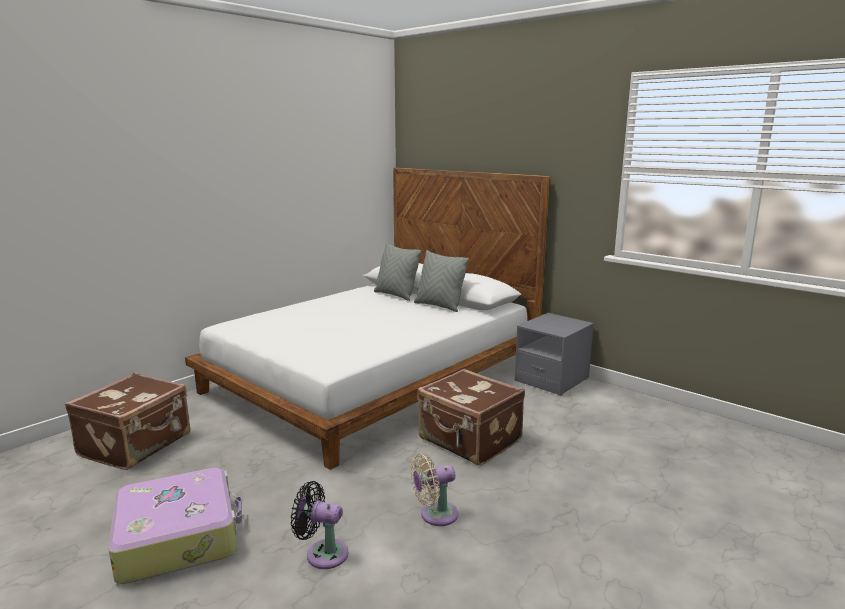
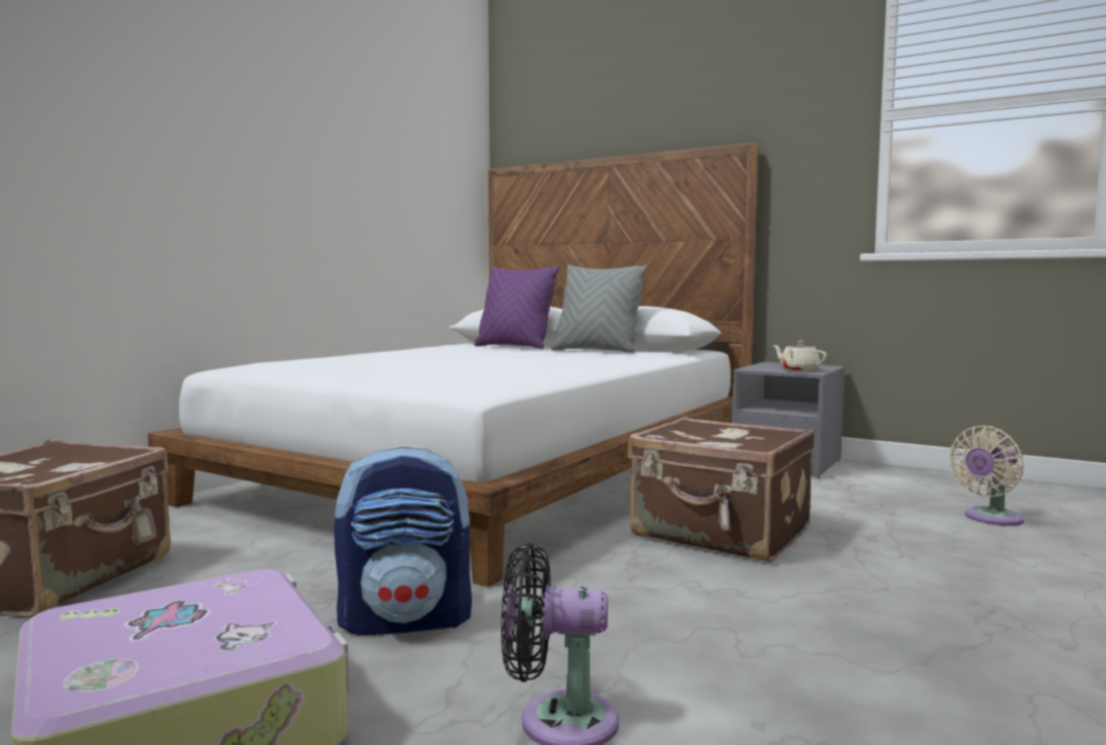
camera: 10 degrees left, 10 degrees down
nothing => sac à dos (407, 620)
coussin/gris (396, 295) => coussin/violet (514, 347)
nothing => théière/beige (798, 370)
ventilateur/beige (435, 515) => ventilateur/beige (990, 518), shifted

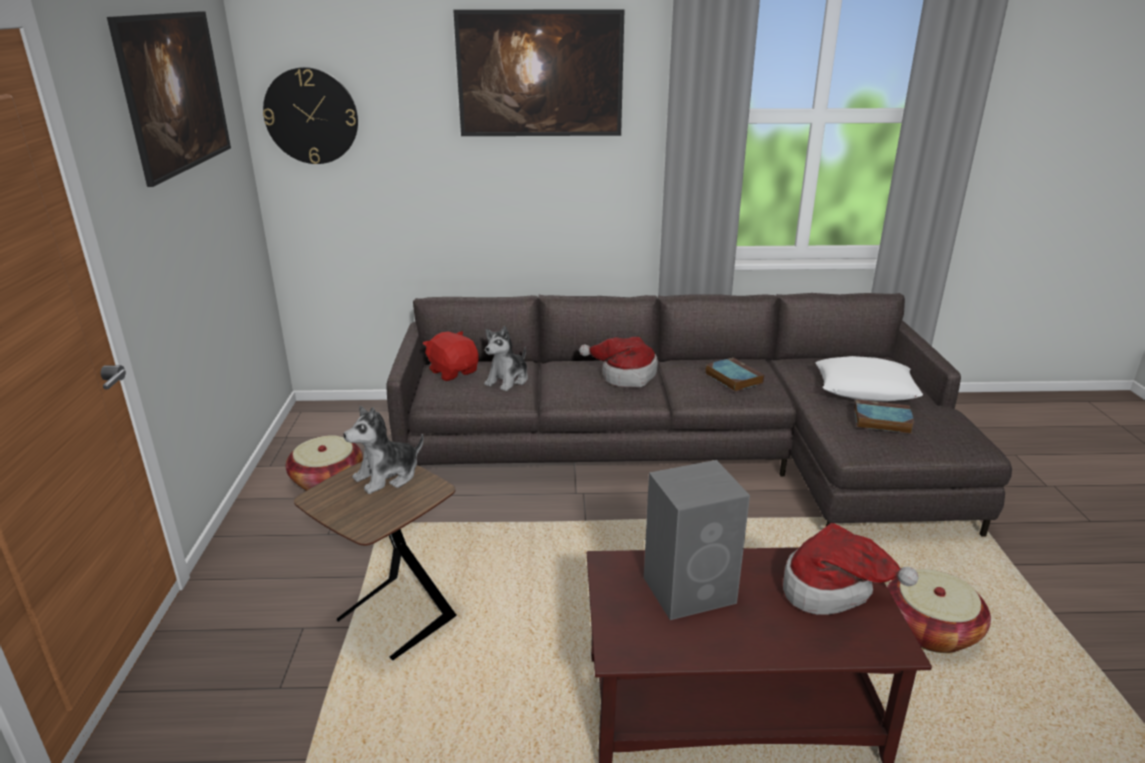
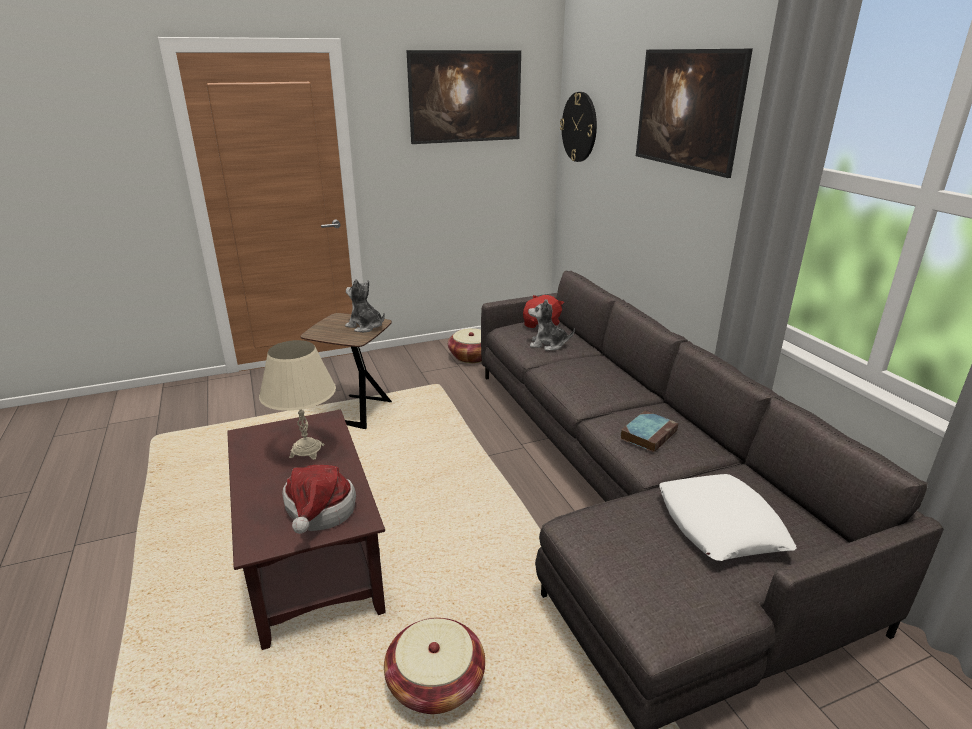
camera: 70 degrees right, 0 degrees up
enceinte/gris (691, 589) => lampe de table/beige (307, 451)
chapeau (624, 375) => nothing
livre (881, 421) => nothing

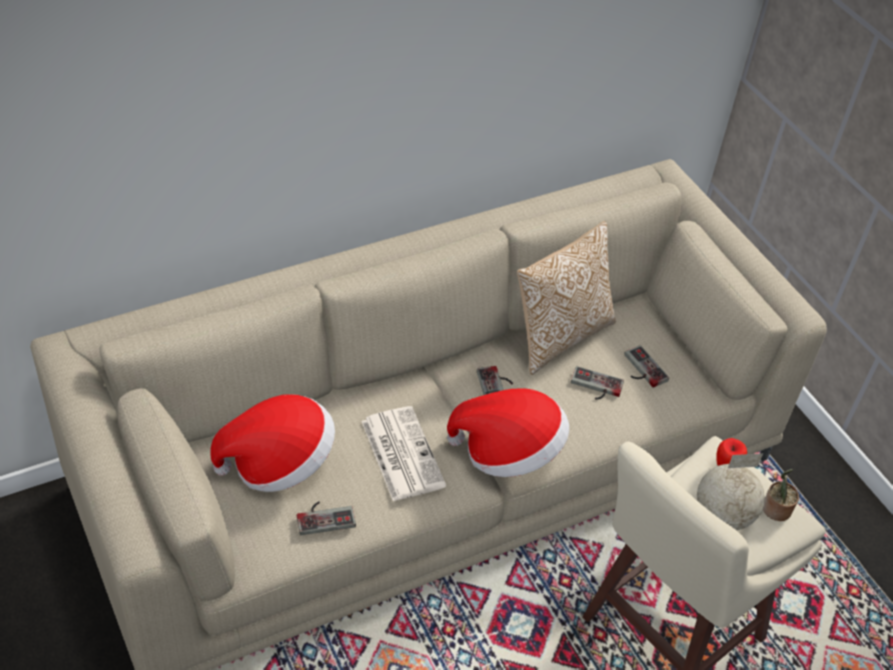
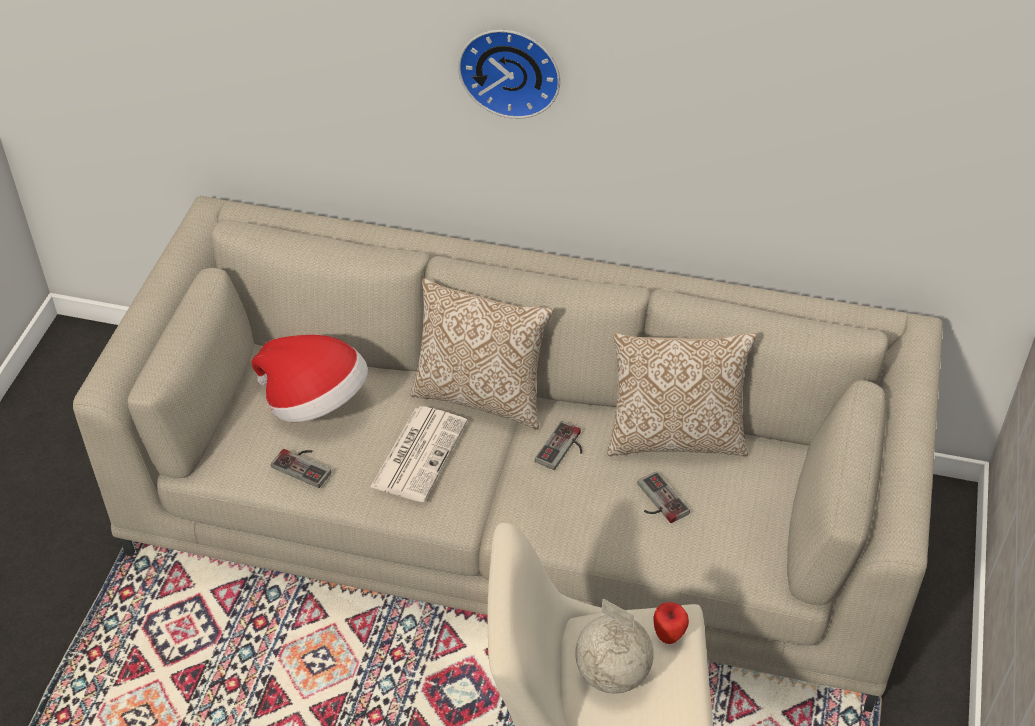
camera: 45 degrees right, 0 degrees up
nothing => coussin (481, 396)
nothing => horloge murale (511, 69)
chapeau (508, 452) => nothing
manette (641, 369) => nothing
plante en pot (775, 510) => nothing

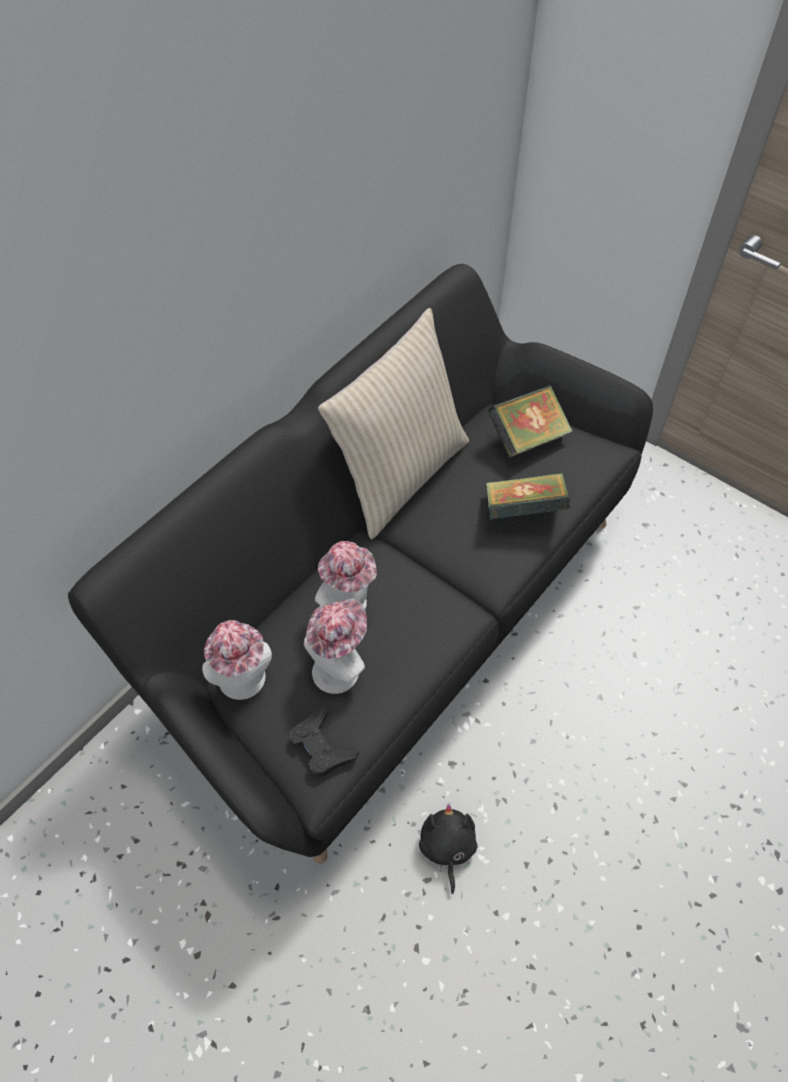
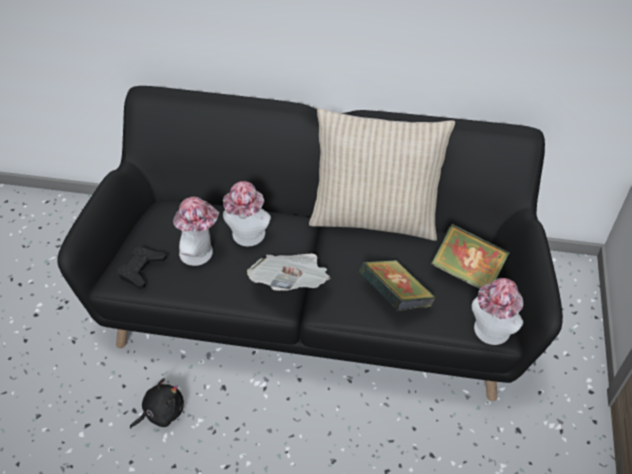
camera: 60 degrees right, 5 degrees down
nothing => journal (291, 283)
chapeau (244, 683) => chapeau (490, 333), shifted

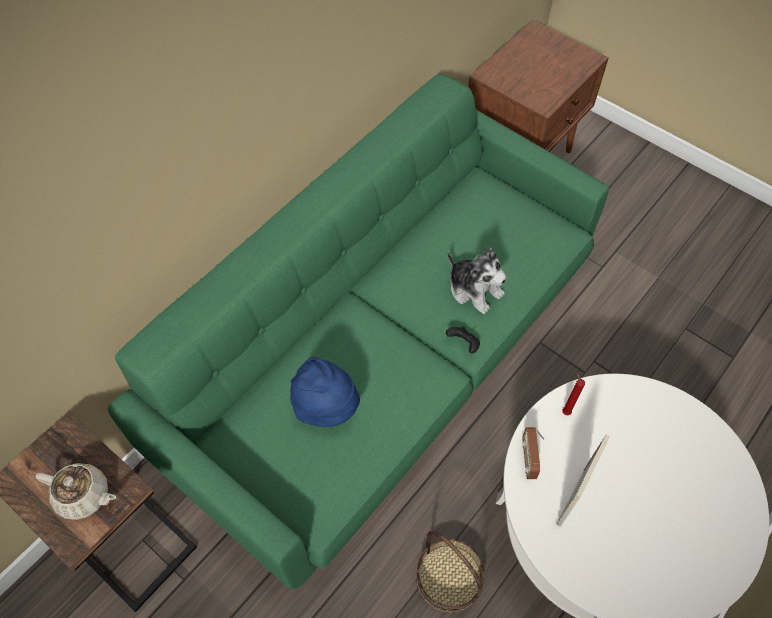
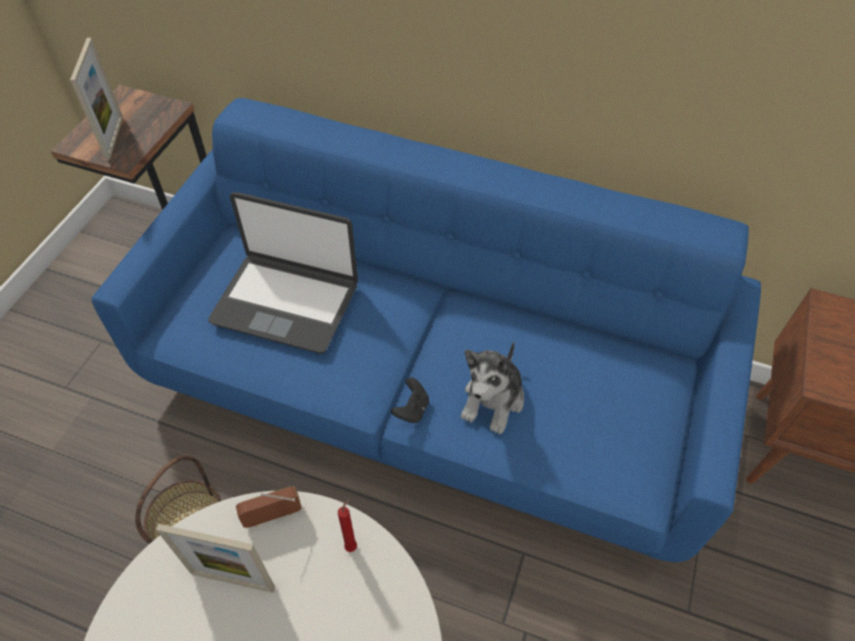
camera: 70 degrees right, 5 degrees down
théière/beige (84, 496) => cadre photo (114, 137)
canapé/vert (385, 360) => canapé/bleu (428, 389)
chapeau/bleu (326, 406) => ordinateur portable (286, 302)

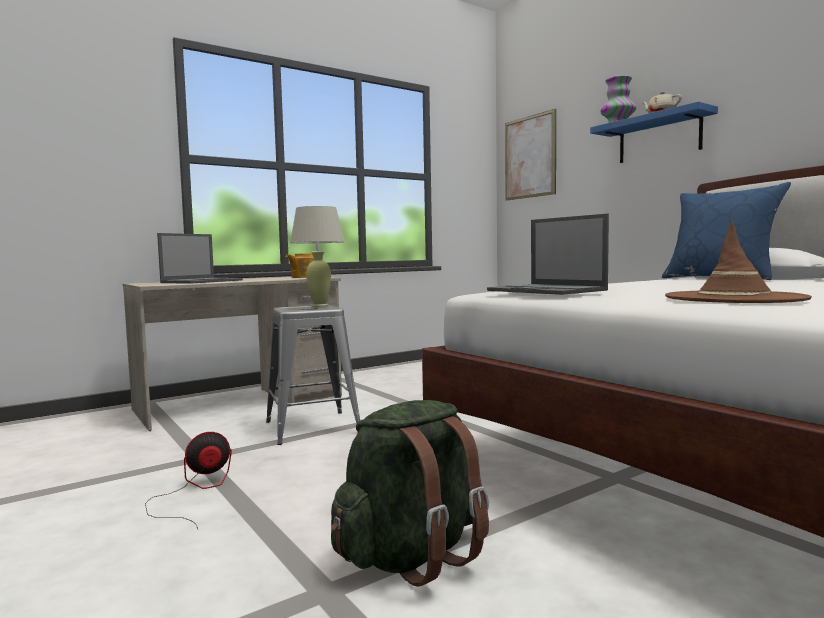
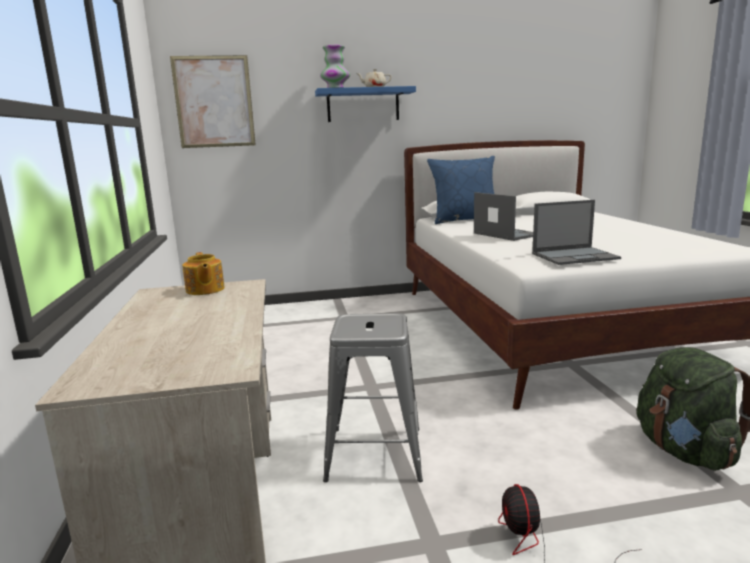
camera: 65 degrees left, 10 degrees up
ordinateur portable (203, 281) => ordinateur portable (505, 234), shifted
lampe de table/beige (320, 305) => nothing
chapeau/marron (734, 298) => nothing

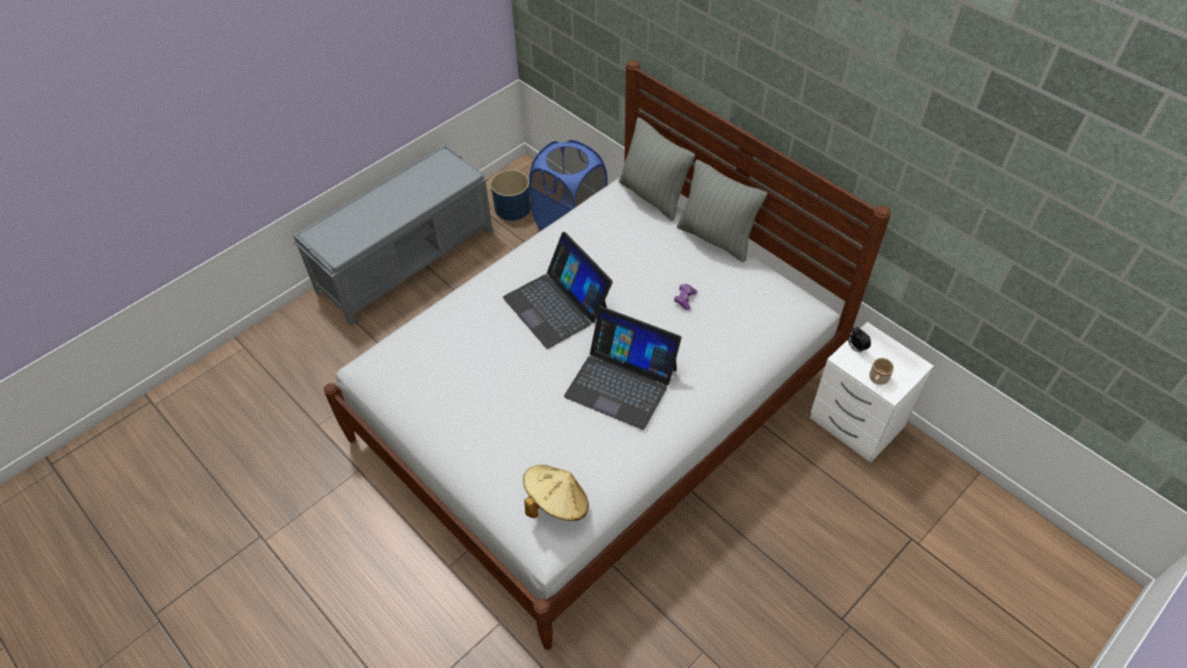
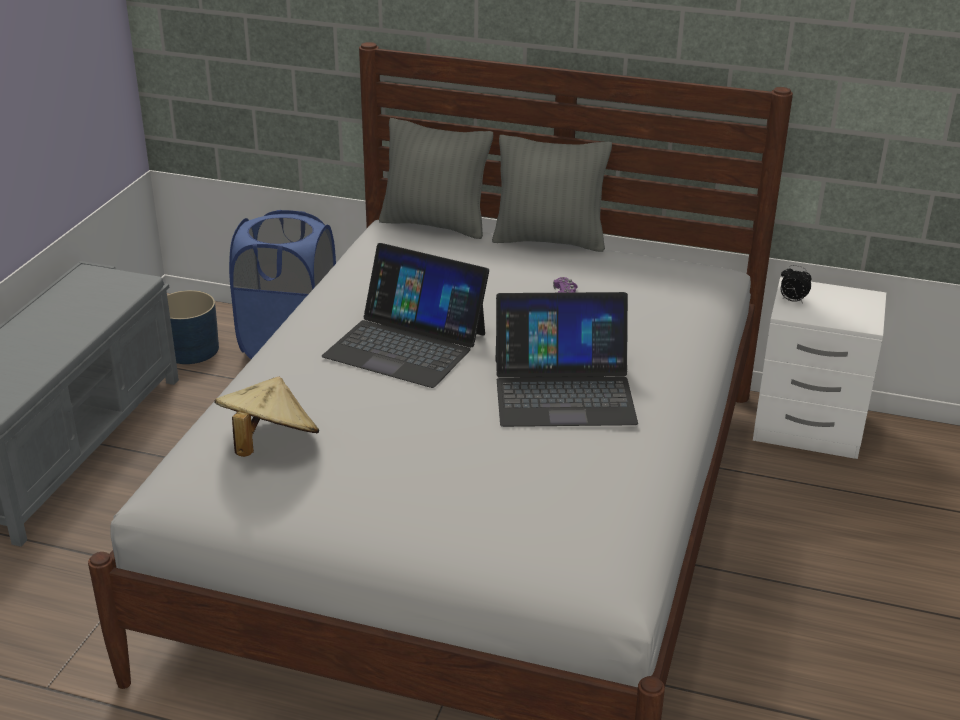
camera: 30 degrees left, 20 degrees down
chapeau/beige (556, 503) => chapeau/beige (268, 444), shifted
mug/beige (877, 380) => nothing

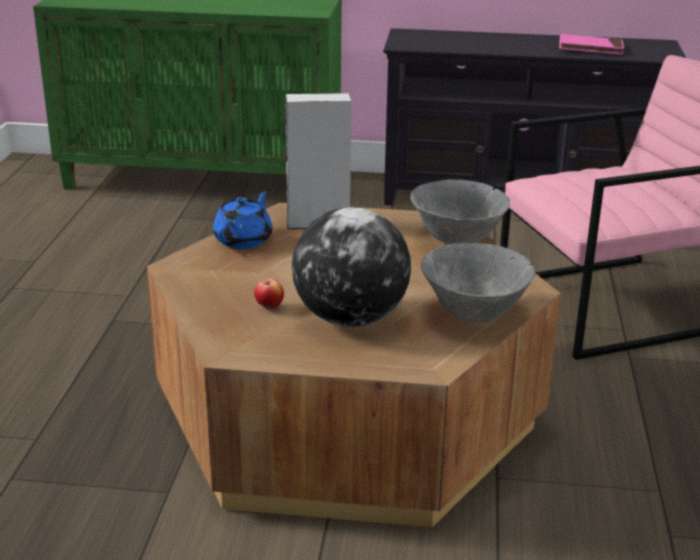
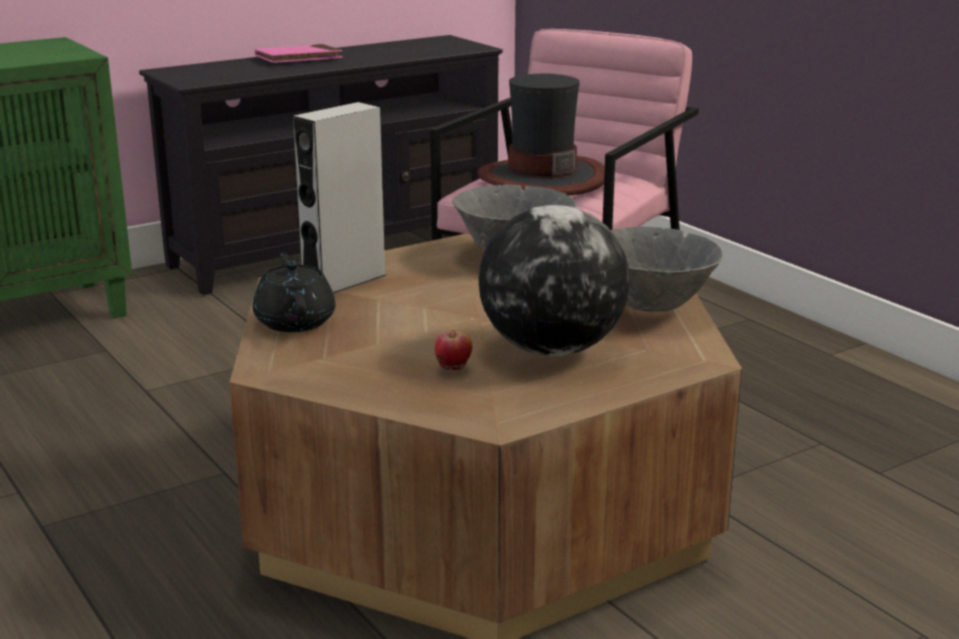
camera: 40 degrees left, 5 degrees down
théière/bleu (244, 240) => théière/noir (295, 321)
livre/rose (590, 48) => livre/rose (298, 58), shifted
nothing => chapeau (541, 178)

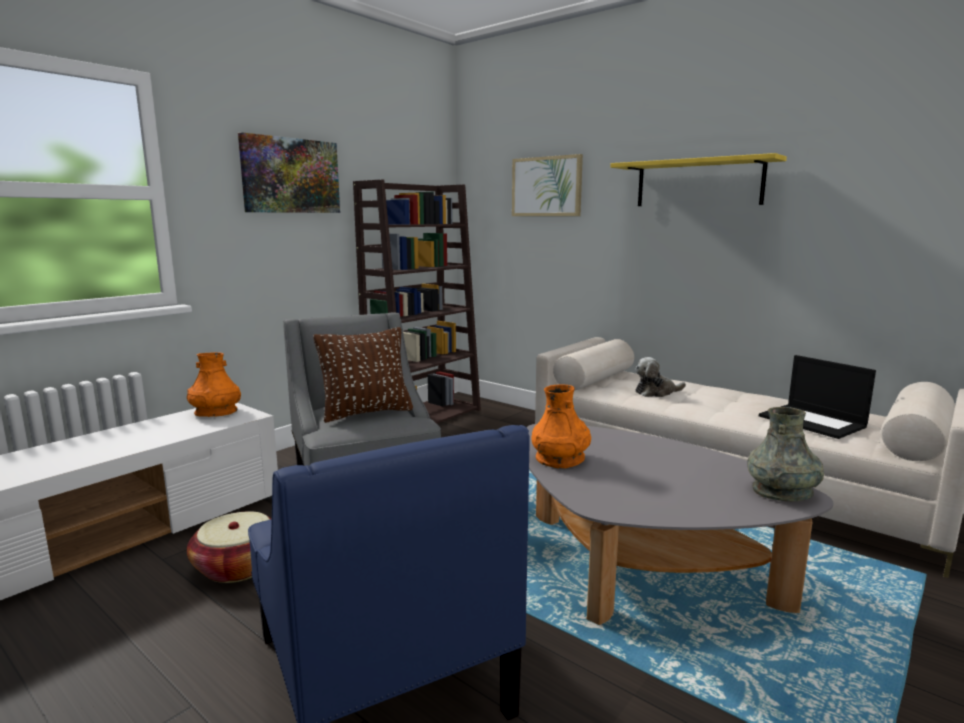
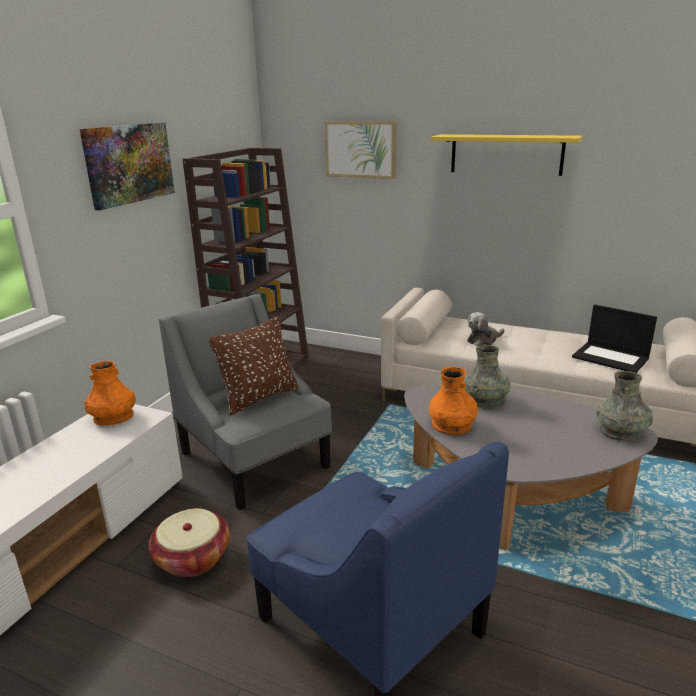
camera: 15 degrees left, 10 degrees up
nothing => vase/gris (486, 400)

